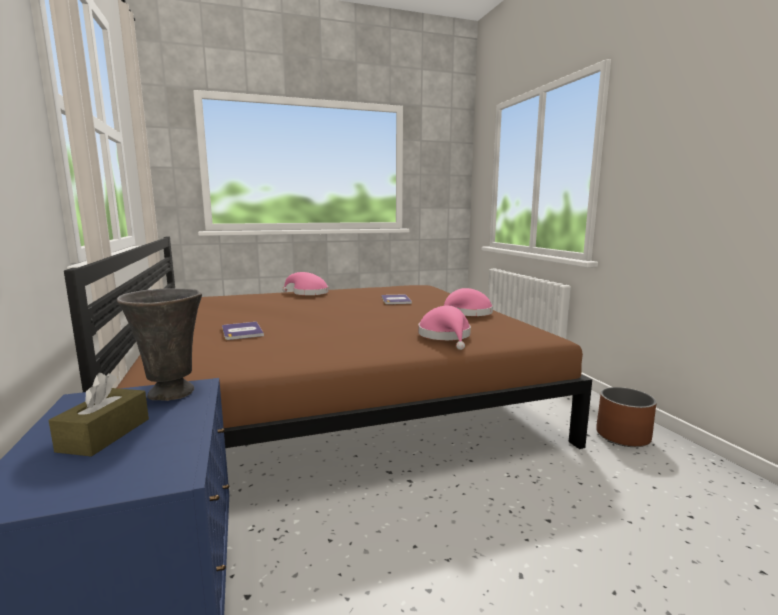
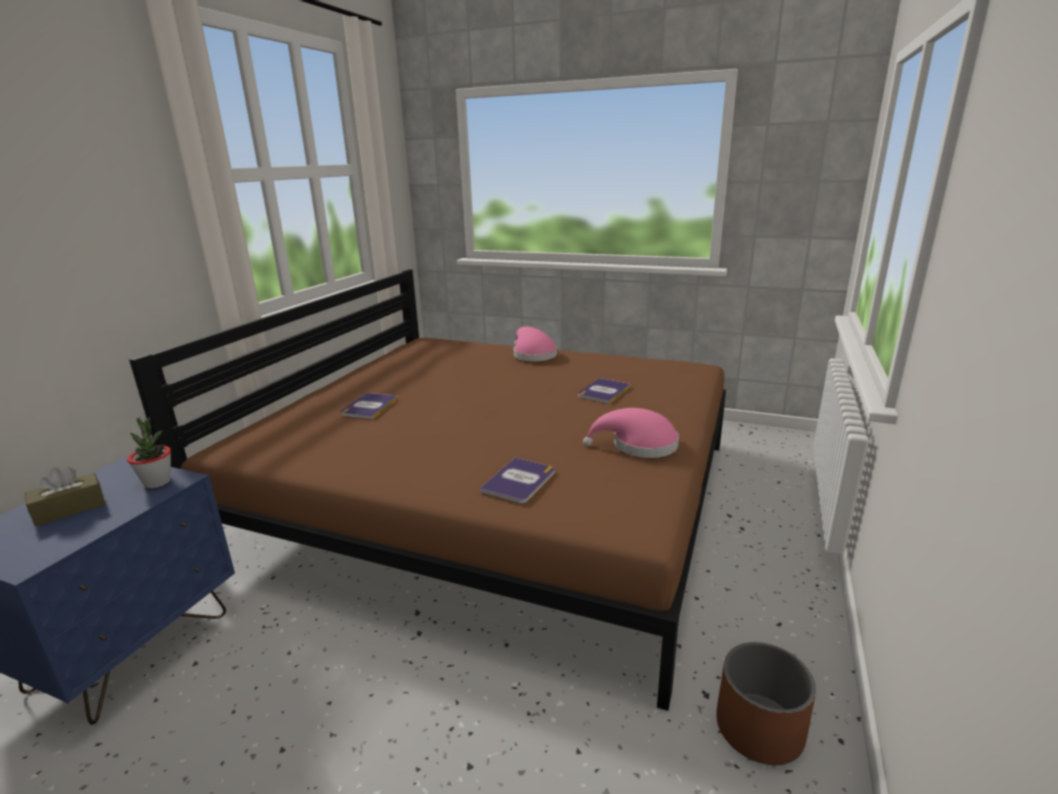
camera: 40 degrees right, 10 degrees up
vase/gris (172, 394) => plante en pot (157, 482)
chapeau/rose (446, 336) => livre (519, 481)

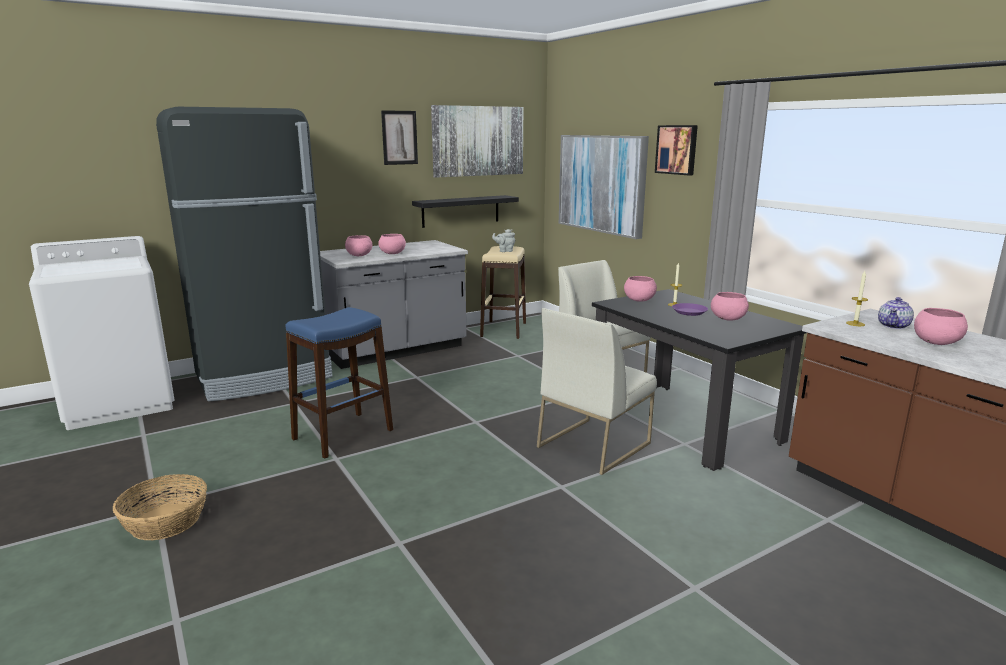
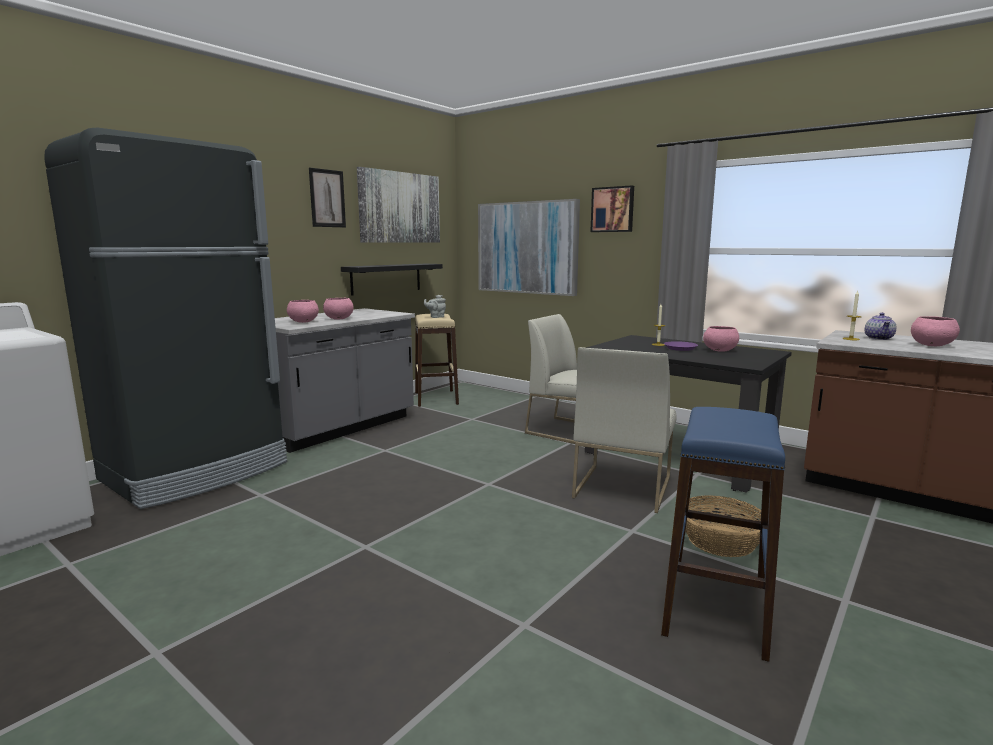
camera: 20 degrees left, 5 degrees down
tabouret/bleu (343, 435) => tabouret/bleu (716, 608), shifted
panier (165, 522) => panier (721, 541), shifted
bol/rose (639, 300) => nothing

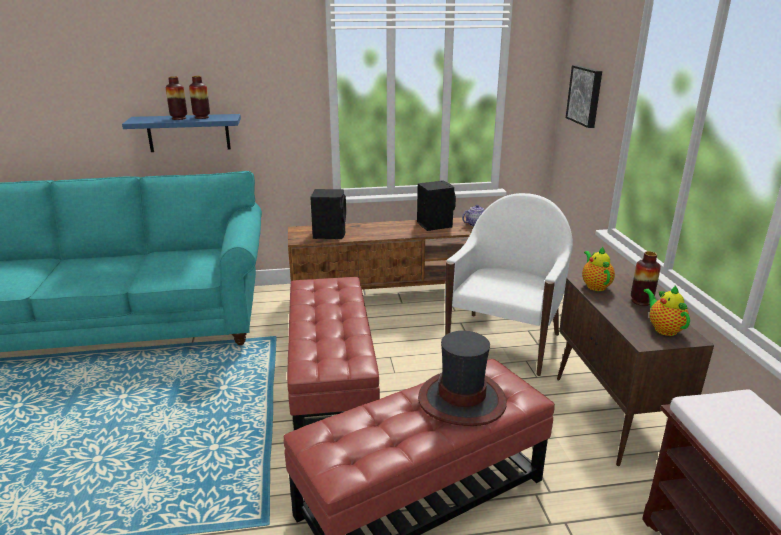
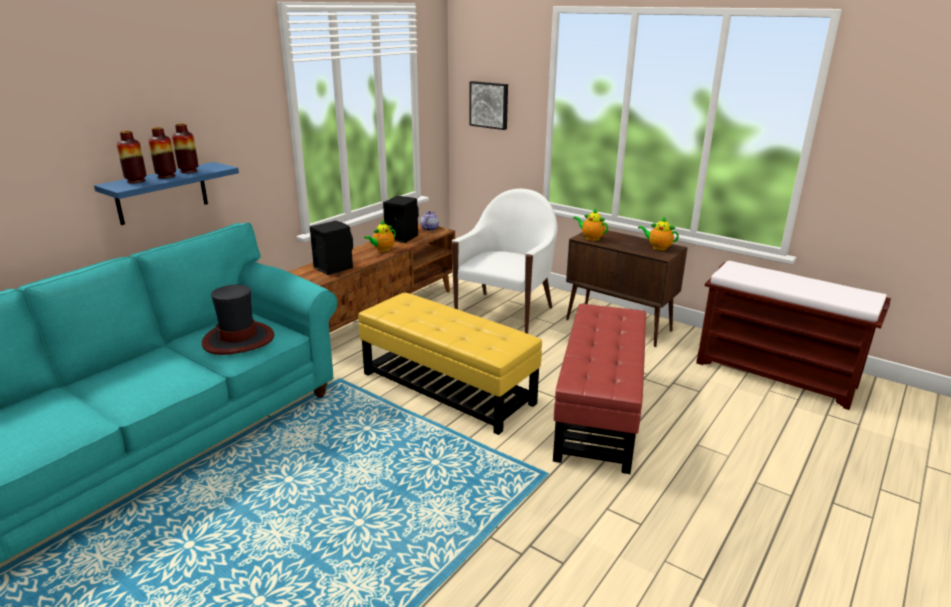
camera: 45 degrees left, 0 degrees up
vase (641, 301) => vase (136, 181), shifted
chapeau (462, 400) => chapeau (239, 339), shifted
pouf/rouge (332, 388) => pouf/jaune (448, 387)
nothing => théière (382, 249)
fauteuil/blanc (504, 342) => fauteuil/blanc (505, 312), 45 degrees clockwise

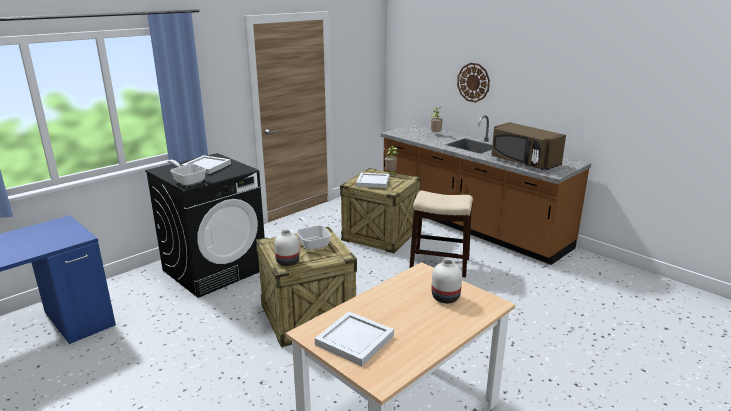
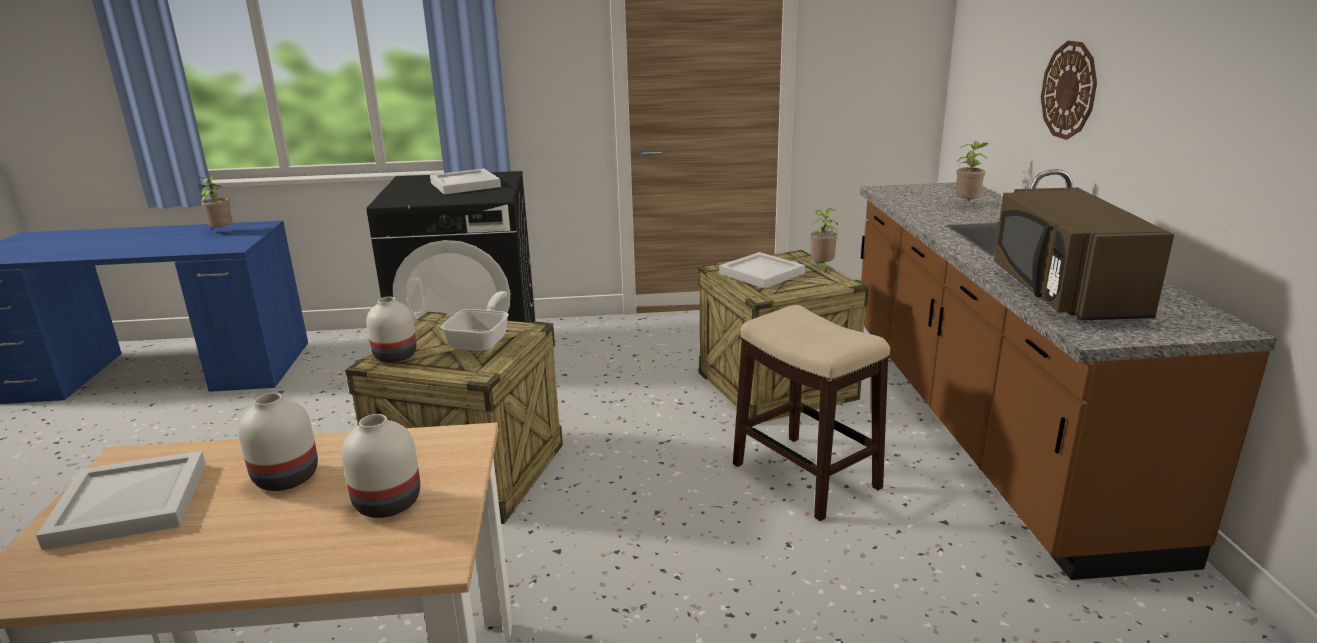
camera: 40 degrees right, 0 degrees up
nothing => plante en pot (221, 232)
nothing => vase/blanc (284, 478)
poêle (187, 180) => nothing

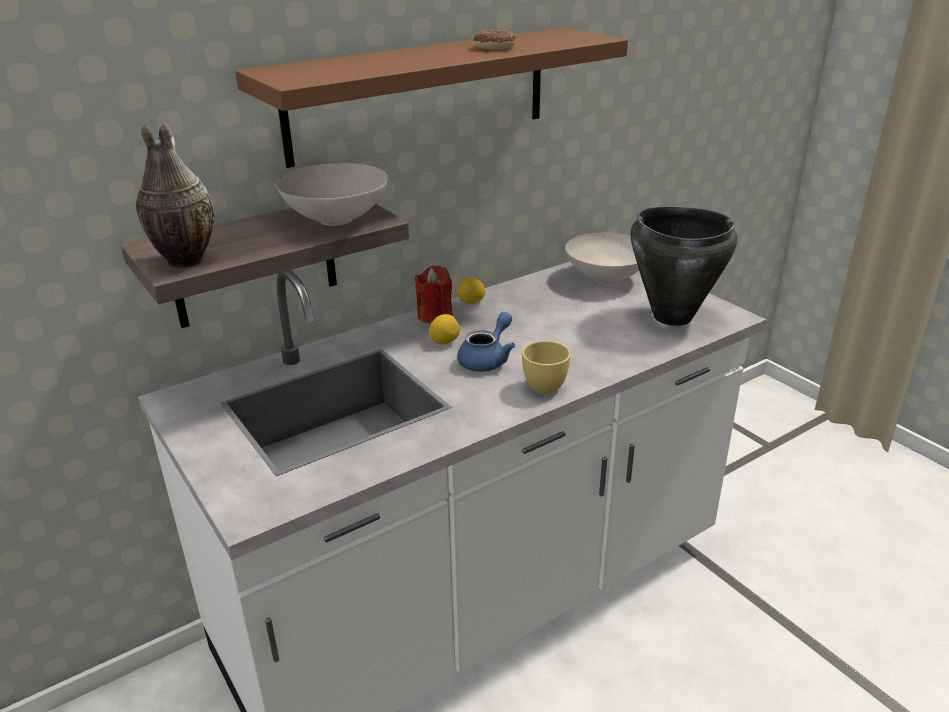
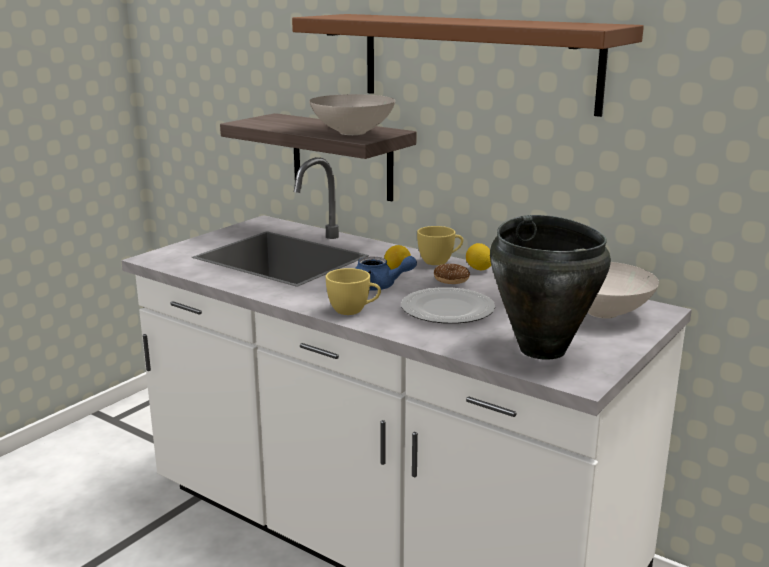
camera: 70 degrees right, 10 degrees down
nothing => assiette (447, 309)
bougie/rouge (434, 315) => tasse/jaune (440, 261)
beignet (494, 47) => beignet (451, 279), shifted
vase (183, 261) => nothing

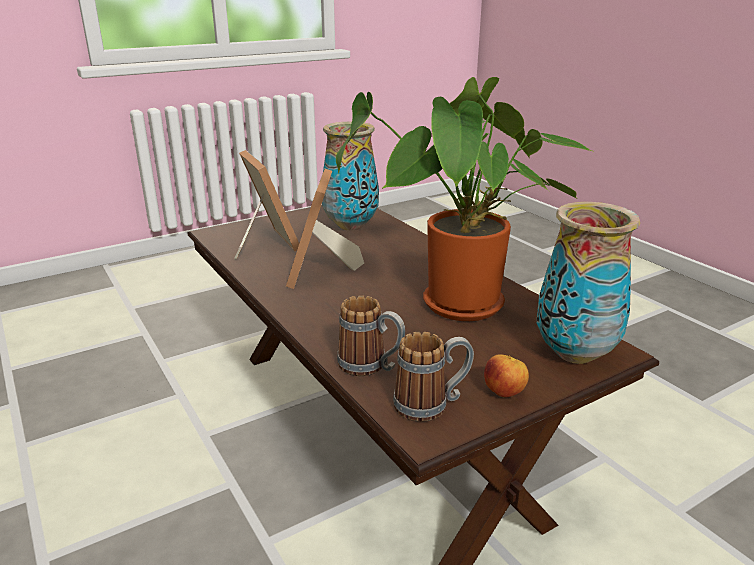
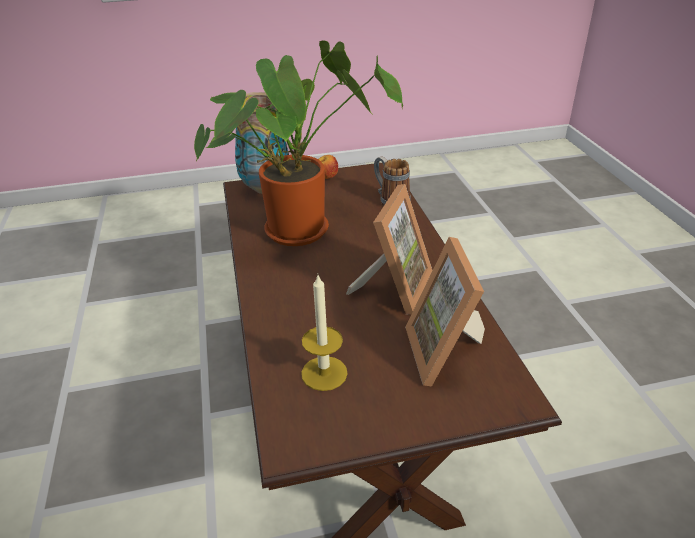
camera: 160 degrees left, 10 degrees up
vase (351, 226) => bougie (324, 373)
mug (431, 404) => nothing

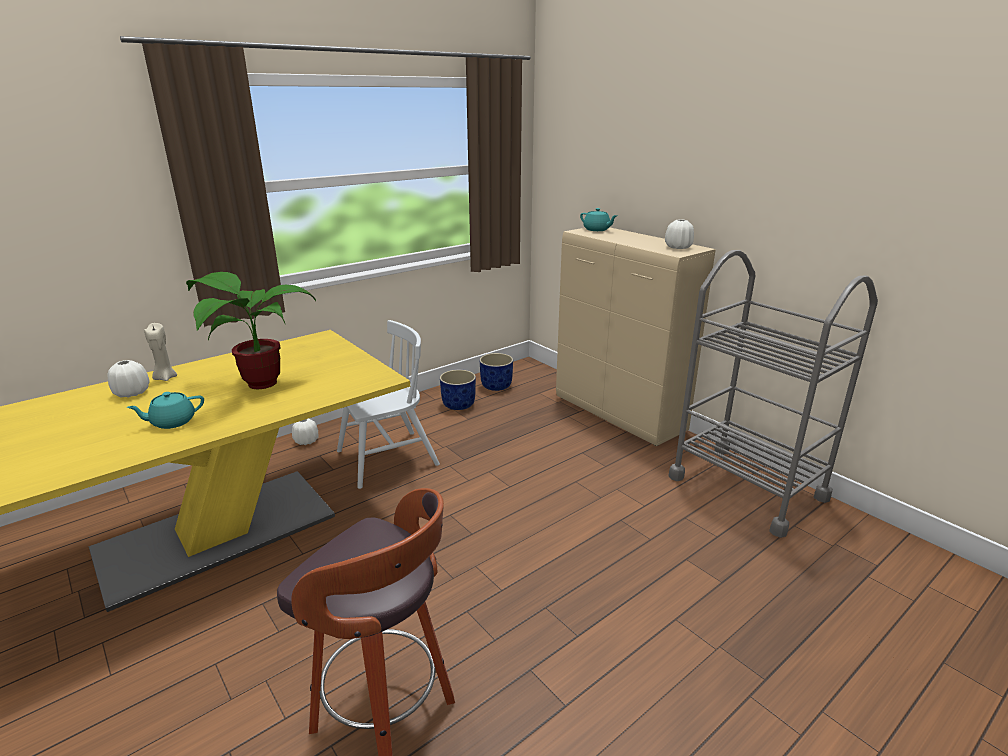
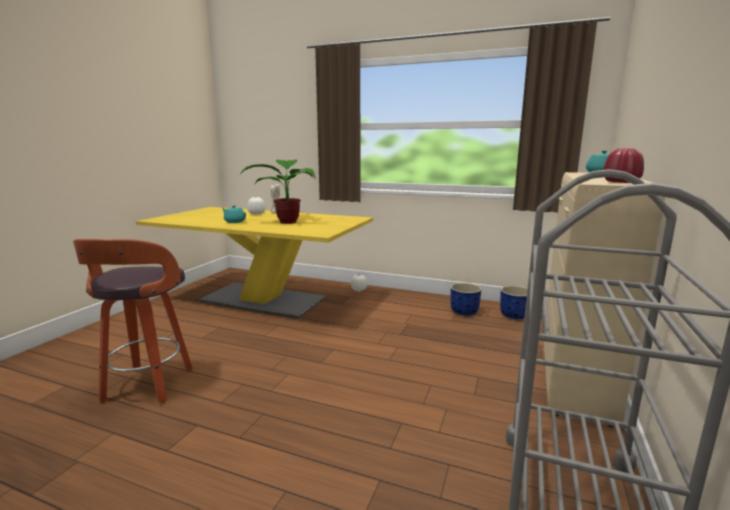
camera: 60 degrees right, 10 degrees down
vase/blanc (678, 247) => vase/rouge (620, 182)
chaise/blanc (387, 458) => nothing

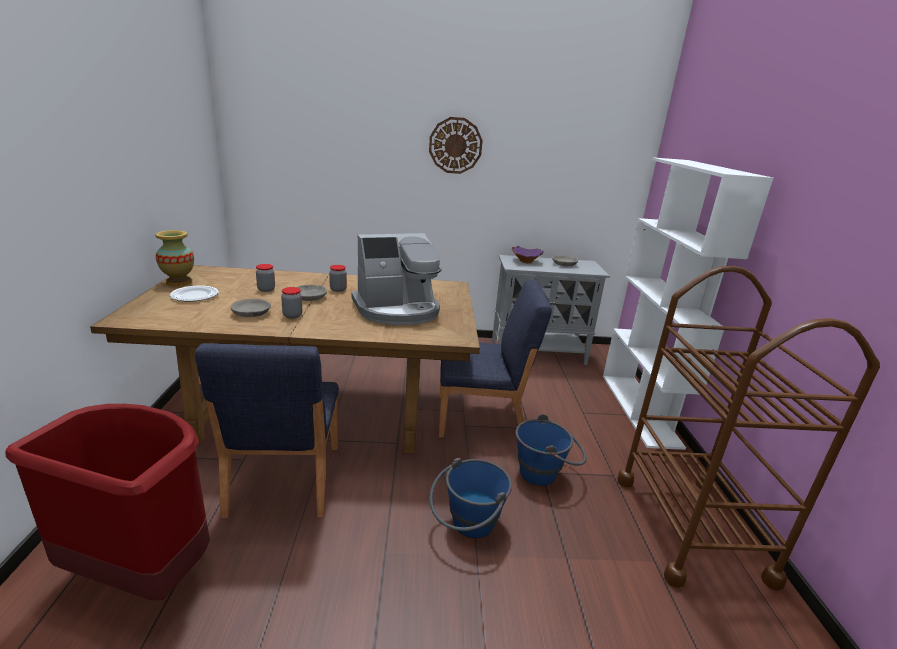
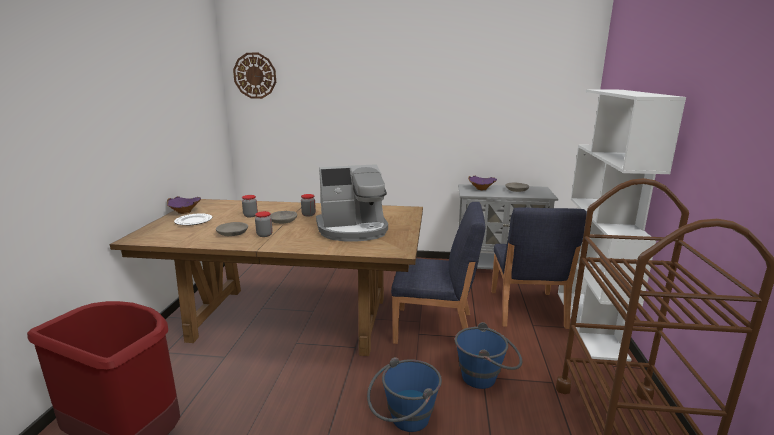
camera: 10 degrees right, 5 degrees down
vase (178, 282) => bol/violet (185, 211)
horloge murale (455, 145) => horloge murale (255, 75), shifted
chaise/bleu (284, 480) => chaise/bleu (527, 309), shifted

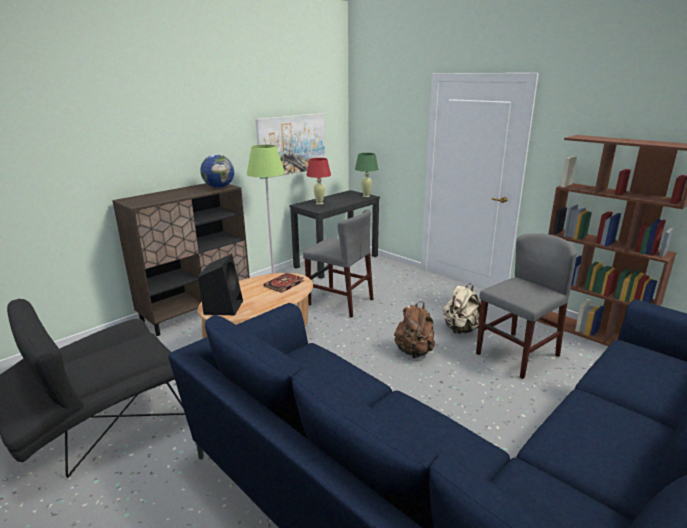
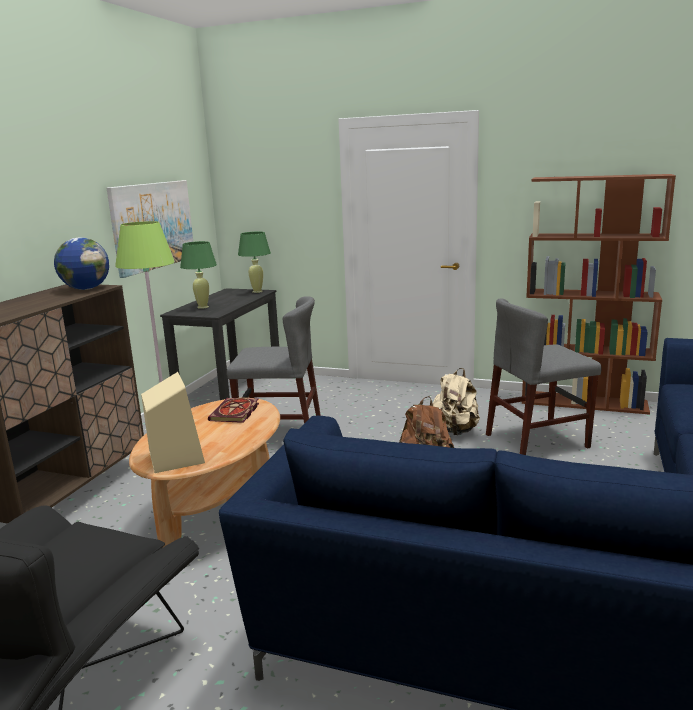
camera: 25 degrees left, 5 degrees down
enceinte/noir (223, 307) => enceinte/beige (175, 457)
lampe de table/rouge (319, 203) => lampe de table/vert (202, 307)
chaise/gris (517, 354) => chaise/gris (537, 441), 135 degrees counterclockwise

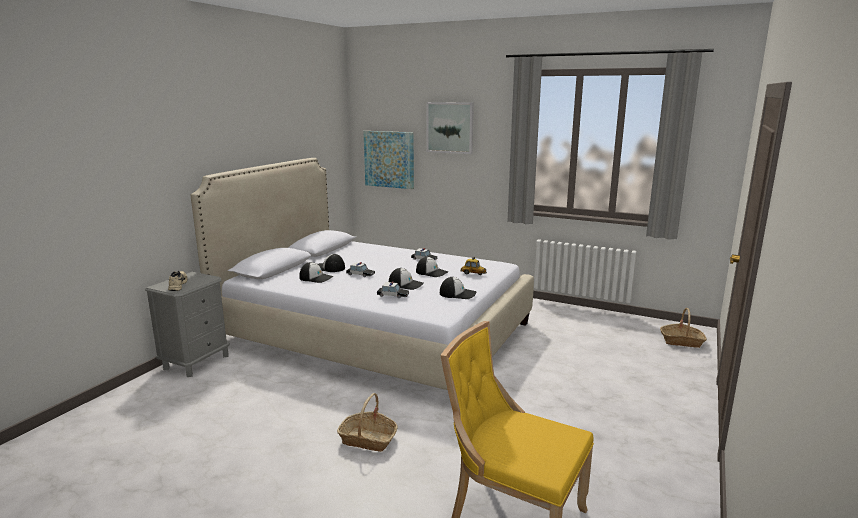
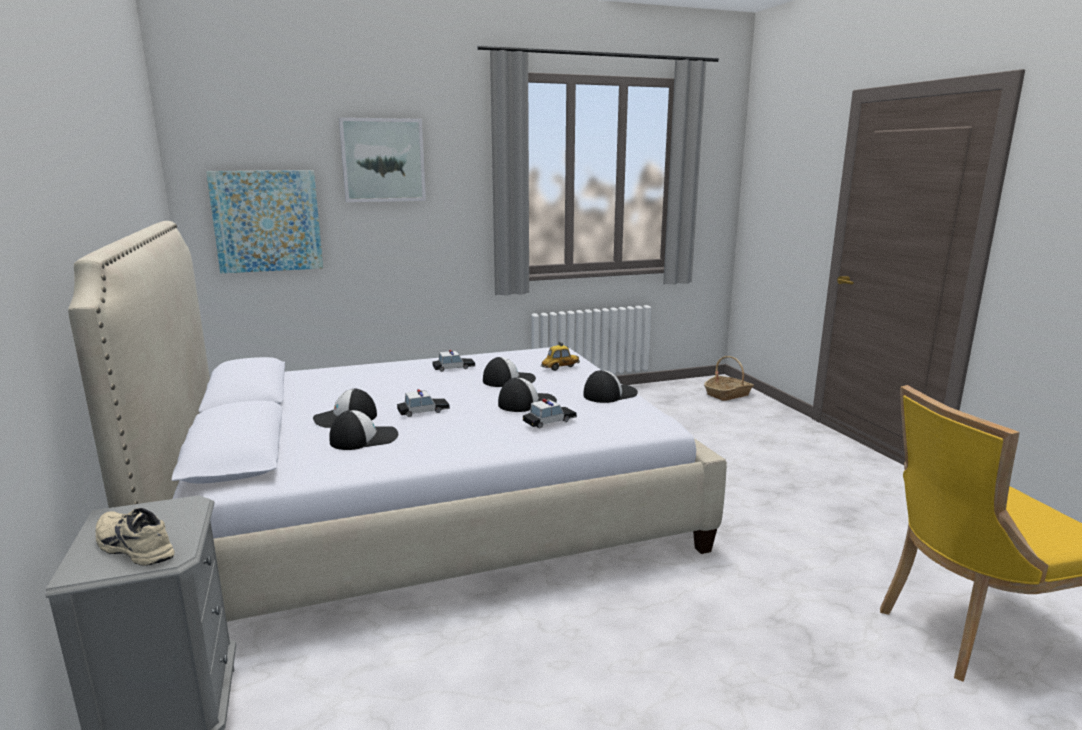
camera: 45 degrees left, 0 degrees up
panier (368, 439) => nothing

